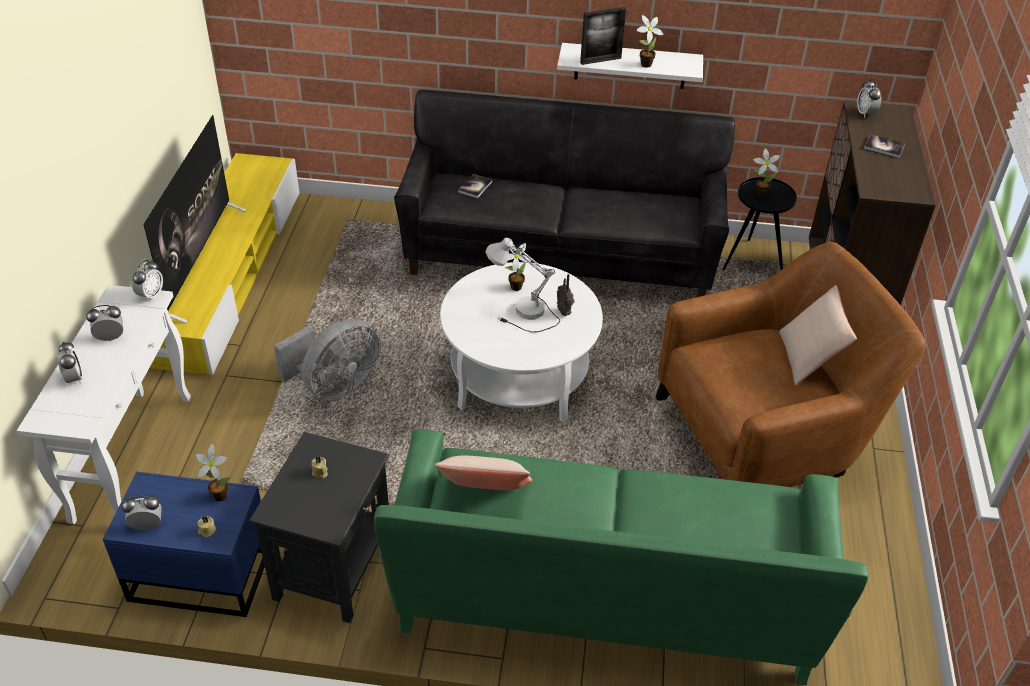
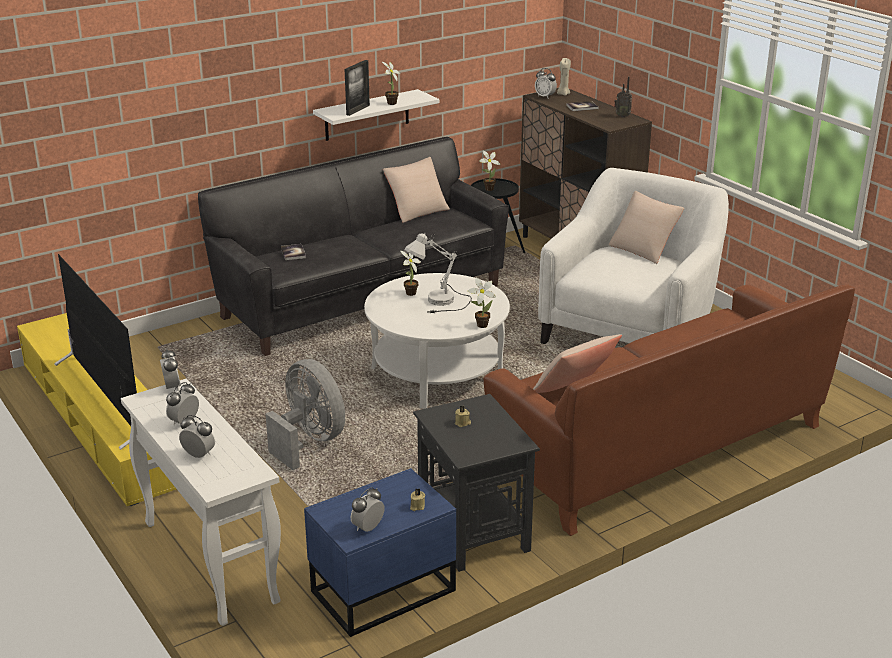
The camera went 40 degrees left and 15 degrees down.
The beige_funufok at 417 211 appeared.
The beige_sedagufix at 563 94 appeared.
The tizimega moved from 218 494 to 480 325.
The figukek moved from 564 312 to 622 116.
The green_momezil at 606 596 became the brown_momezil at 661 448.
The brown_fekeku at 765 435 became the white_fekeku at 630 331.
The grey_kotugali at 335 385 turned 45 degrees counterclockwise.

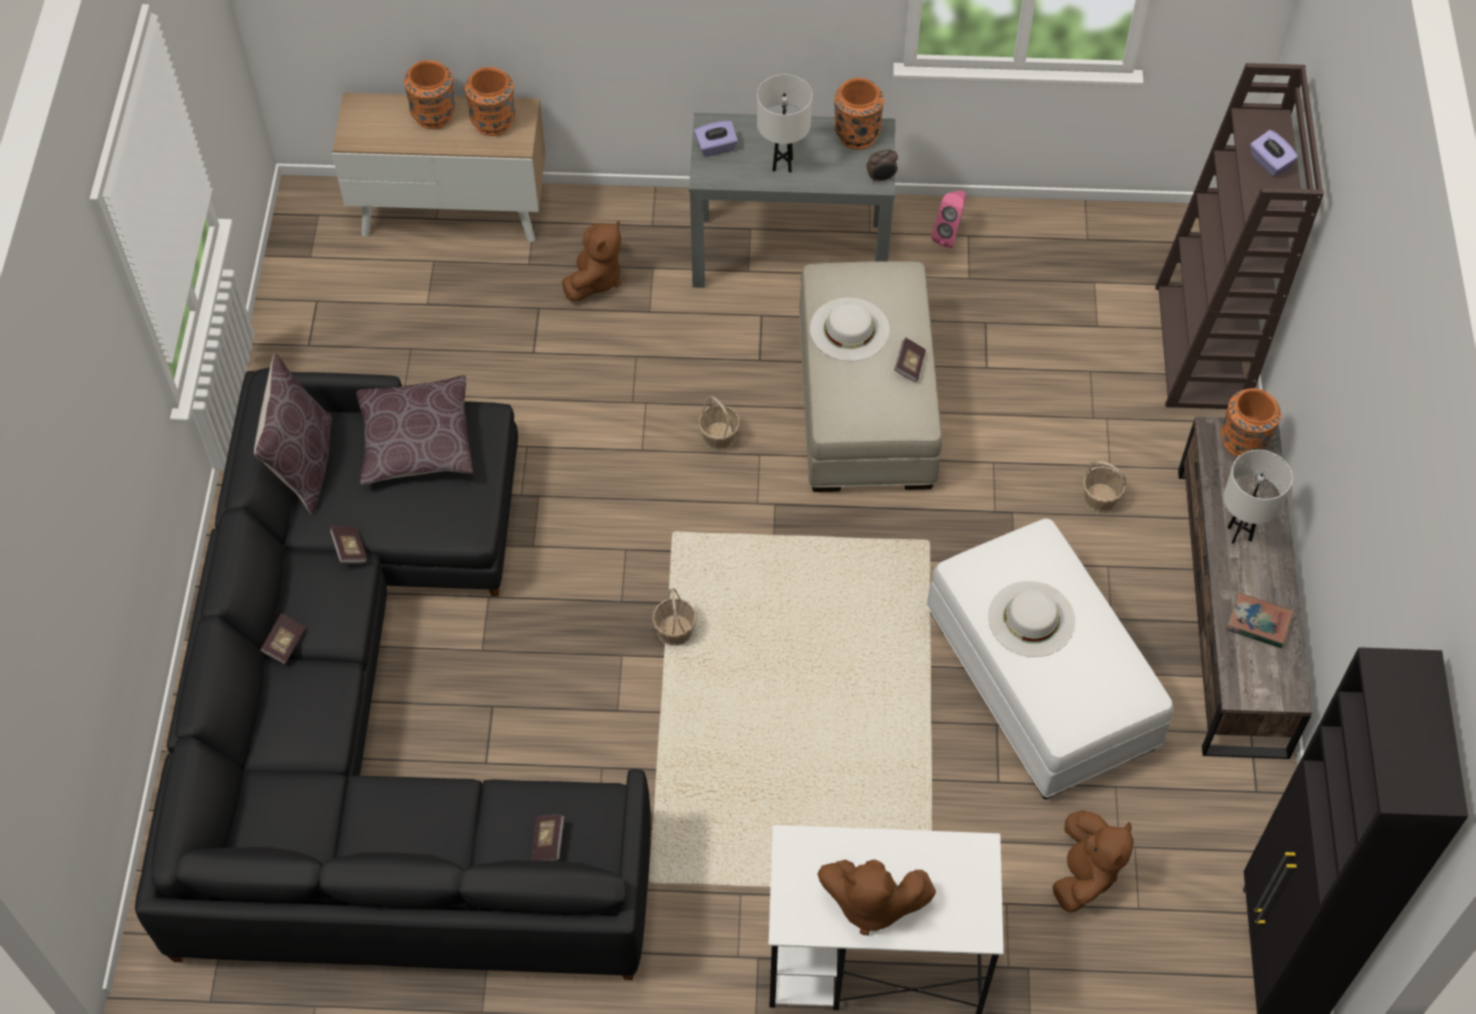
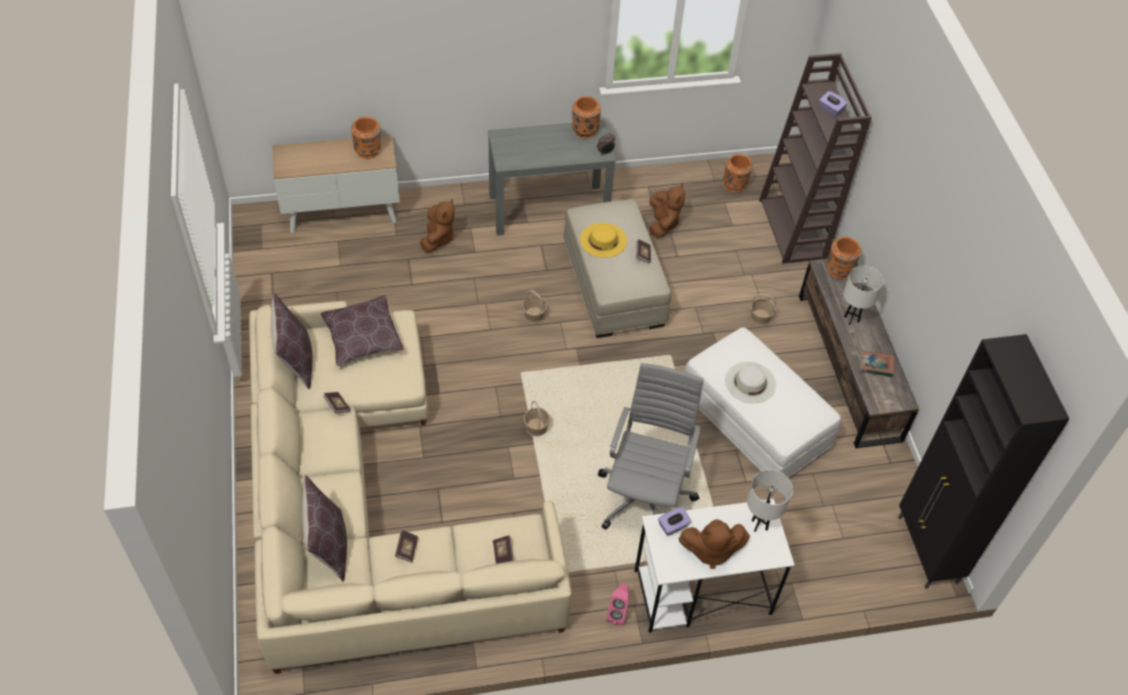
The camera went 15 degrees left and 5 degrees down.
The brown_funufok at 328 546 appeared.
The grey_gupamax at 645 496 appeared.
The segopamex moved from 284 644 to 407 549.
The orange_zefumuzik moved from 434 115 to 735 185.
The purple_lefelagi moved from 716 147 to 673 526.
The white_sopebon moved from 782 165 to 759 525.
The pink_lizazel moved from 949 235 to 618 613.
The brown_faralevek moved from 1084 873 to 663 223.
The black_momezil at 375 718 became the beige_momezil at 367 507.
The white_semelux at 849 329 became the yellow_semelux at 603 240.

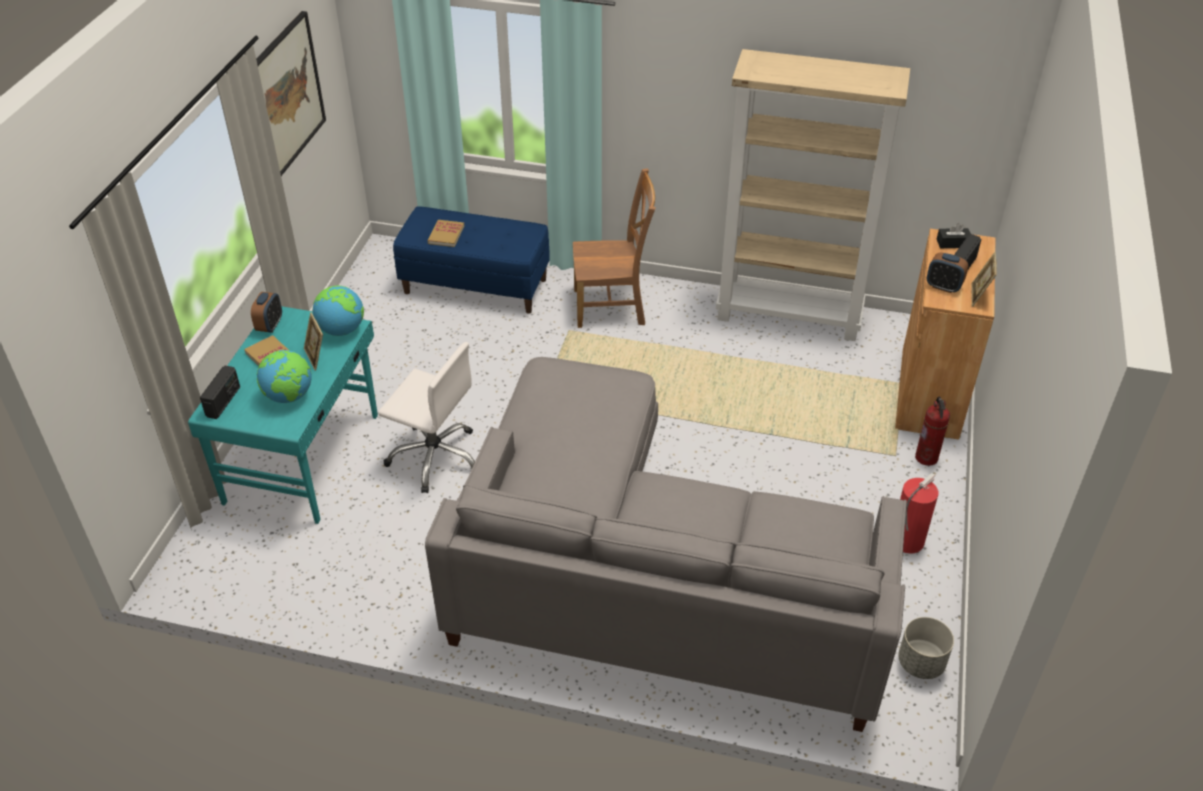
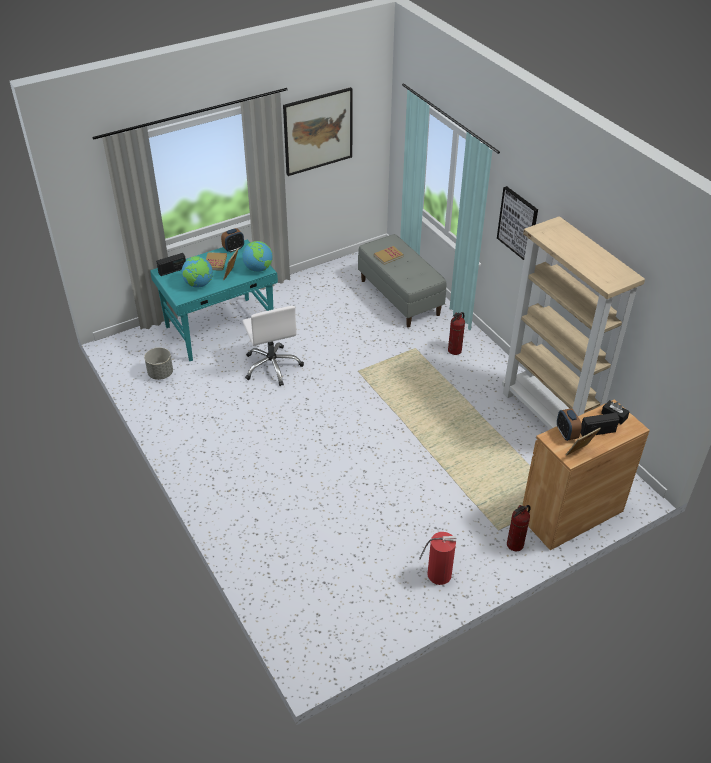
The camera went 45 degrees right and 0 degrees up.
The grey_momezil at 648 578 disappeared.
The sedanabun at 518 223 appeared.
The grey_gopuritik moved from 920 663 to 160 373.
The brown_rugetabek at 613 307 was replaced by the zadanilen at 455 350.
The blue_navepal at 476 286 became the grey_navepal at 400 297.

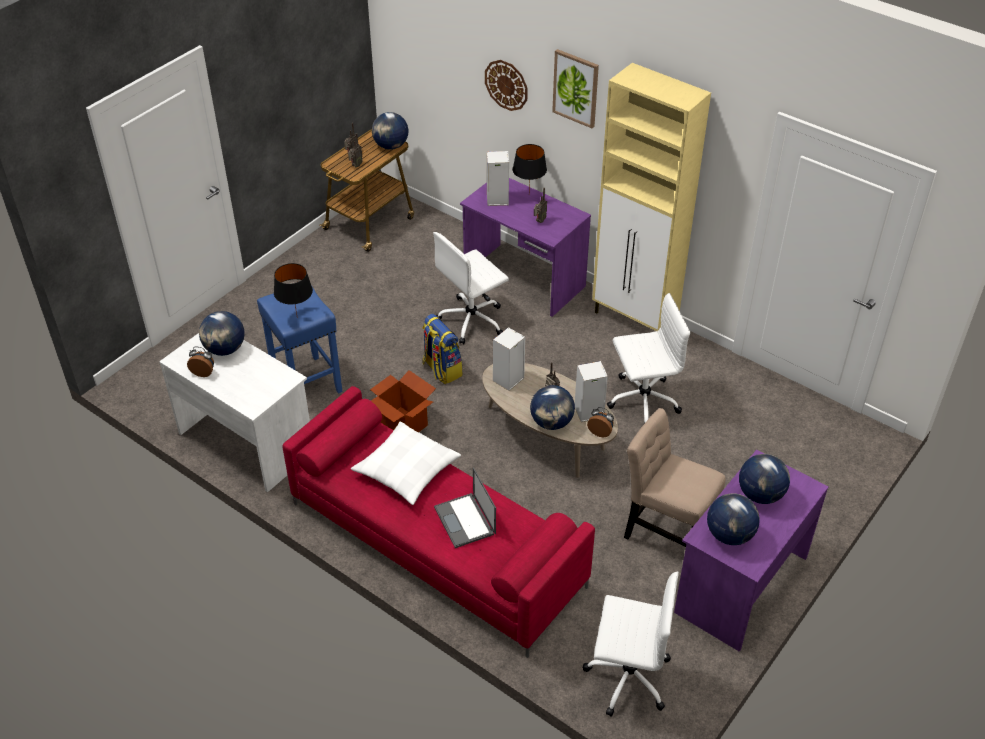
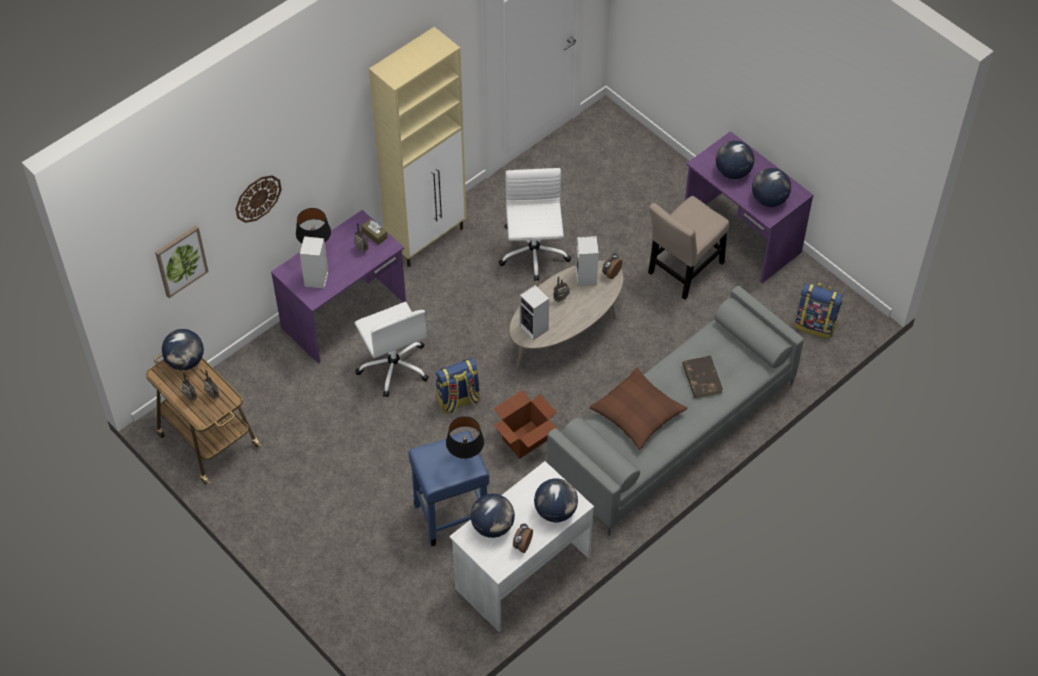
The camera went 80 degrees left and 10 degrees up.
The brown_lefelagi at 374 235 appeared.
The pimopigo moved from 551 423 to 556 511.
The sedanabun moved from 576 88 to 181 260.
The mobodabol at 465 521 was replaced by the brown_segopamex at 701 378.
The white_gupamax at 626 676 was replaced by the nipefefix at 815 324.
The red_momezil at 435 545 became the grey_momezil at 672 431.
The white_funufok at 406 470 became the brown_funufok at 637 413.

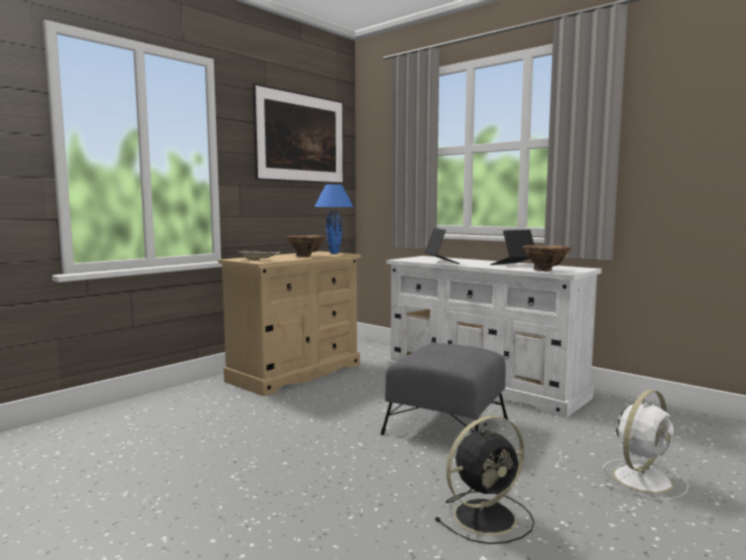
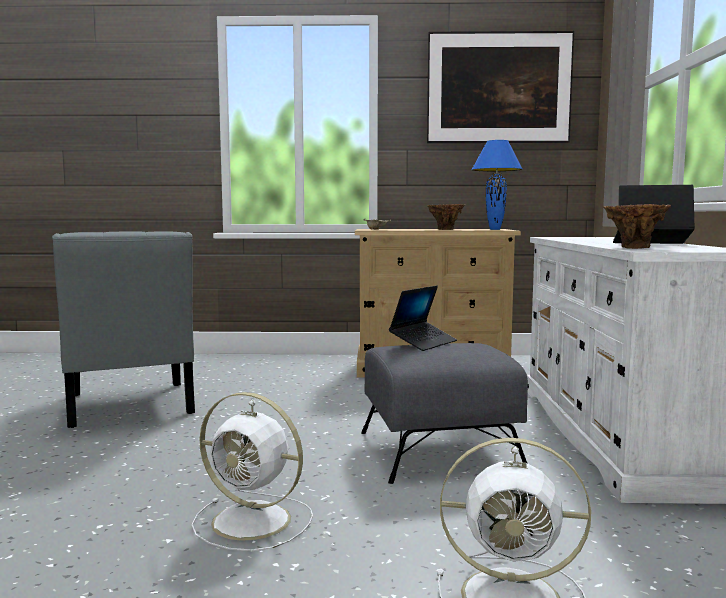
The camera went 50 degrees right and 0 degrees up.
The grey_rugetabek at 130 407 appeared.
The mobodabol moved from 441 262 to 423 343.
The black_kotugali at 487 516 became the white_kotugali at 254 522.

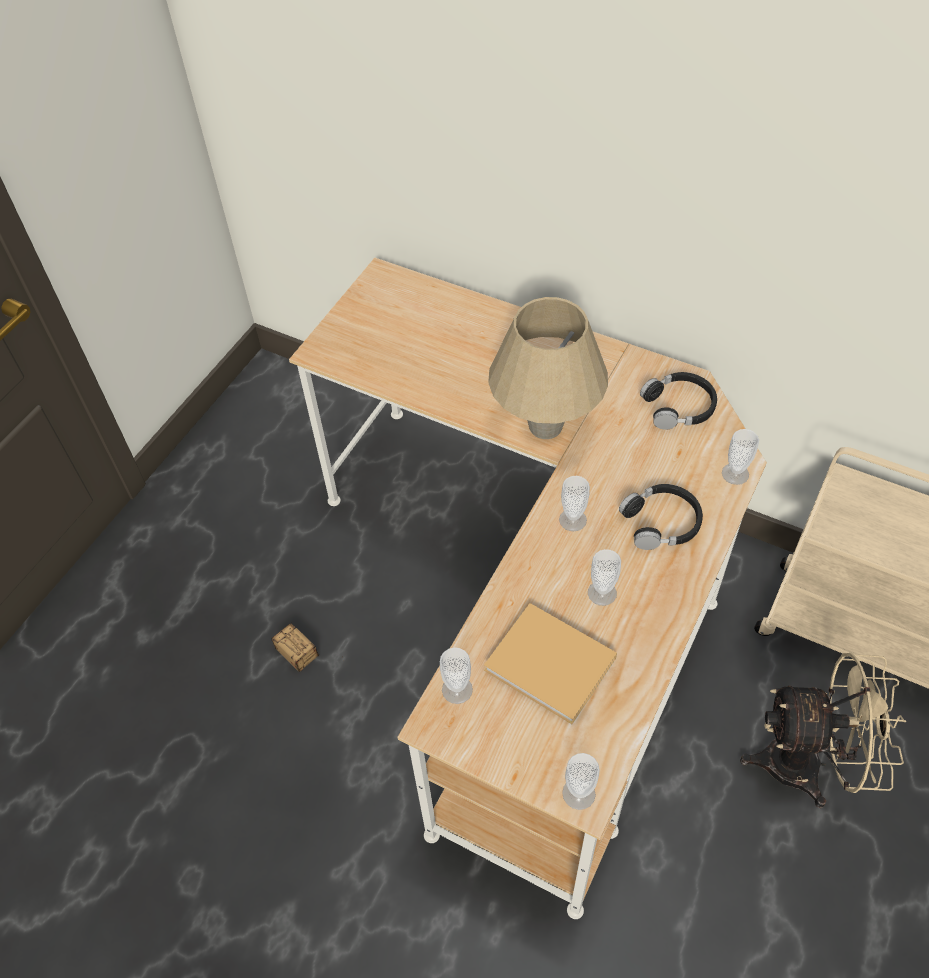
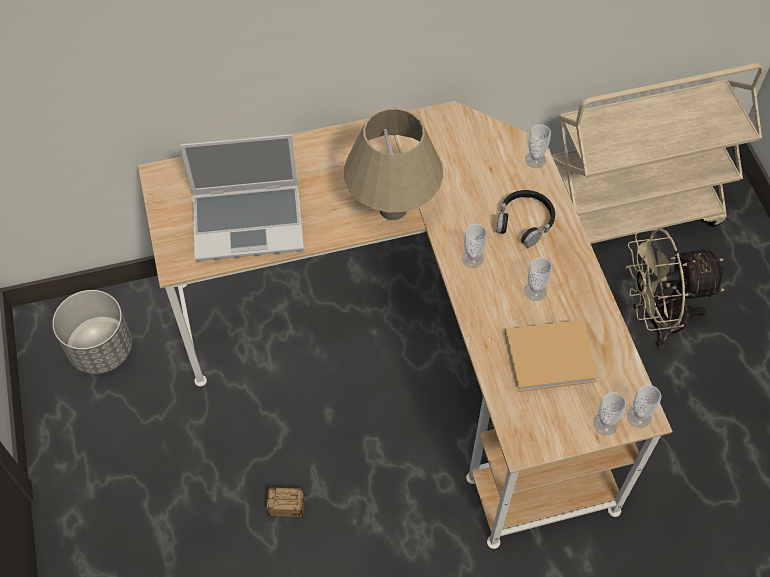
The camera went 45 degrees left and 5 degrees up.
The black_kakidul at 679 407 disappeared.
The grey_gopuritik at 101 349 appeared.
The mobodabol at 249 222 appeared.
The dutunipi moved from 457 689 to 605 424.
The beige_kotugali at 807 764 turned 150 degrees counterclockwise.

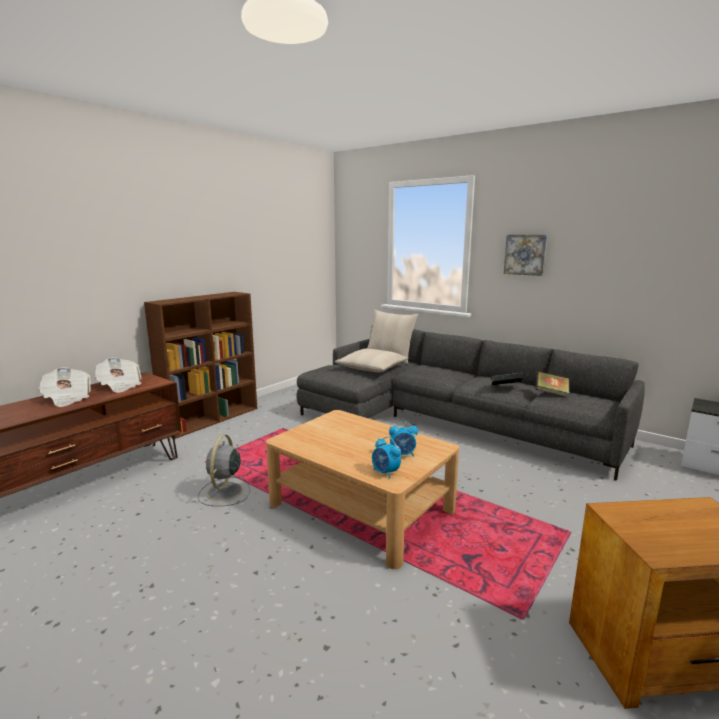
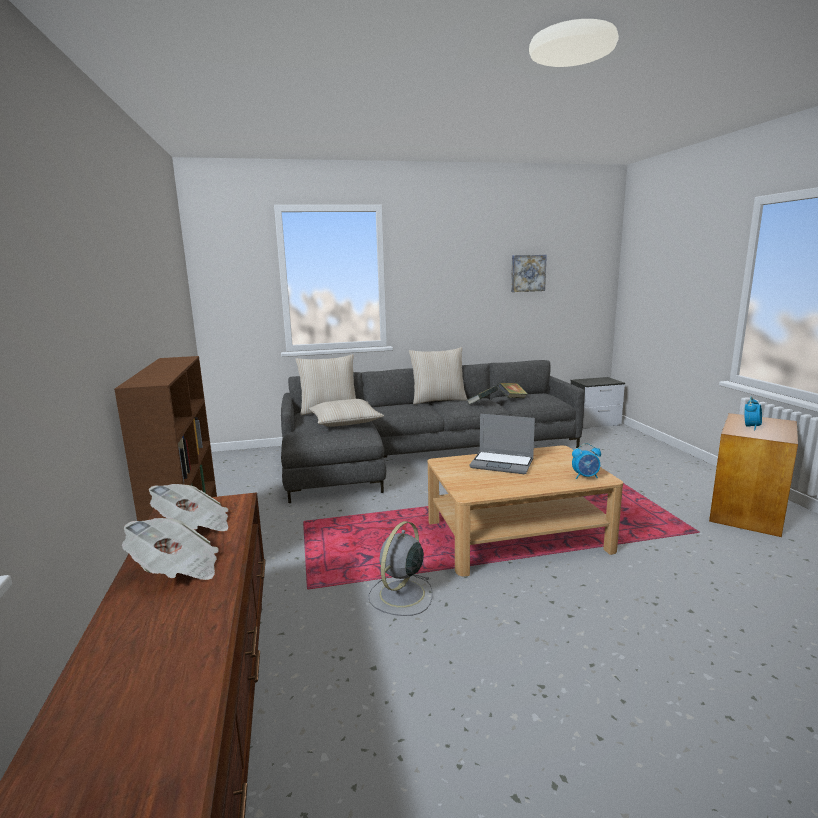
The camera went 50 degrees left and 0 degrees up.
The beige_funufok at 438 400 appeared.
The mobodabol at 503 463 appeared.
The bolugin moved from 403 454 to 751 427.
The sedanabun moved from 525 254 to 527 273.
The grey_kotugali at 224 492 turned 75 degrees clockwise.

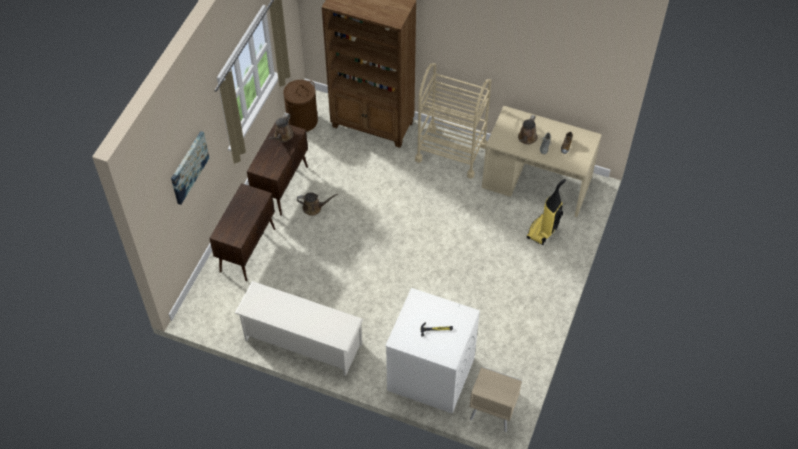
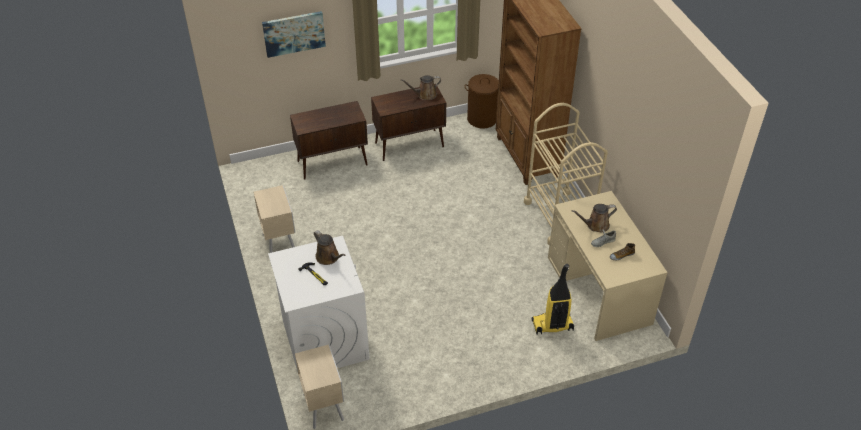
The camera went 50 degrees right and 10 degrees down.
The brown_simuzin moved from 314 208 to 329 257.
The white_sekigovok at 302 342 was replaced by the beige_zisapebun at 280 243.

